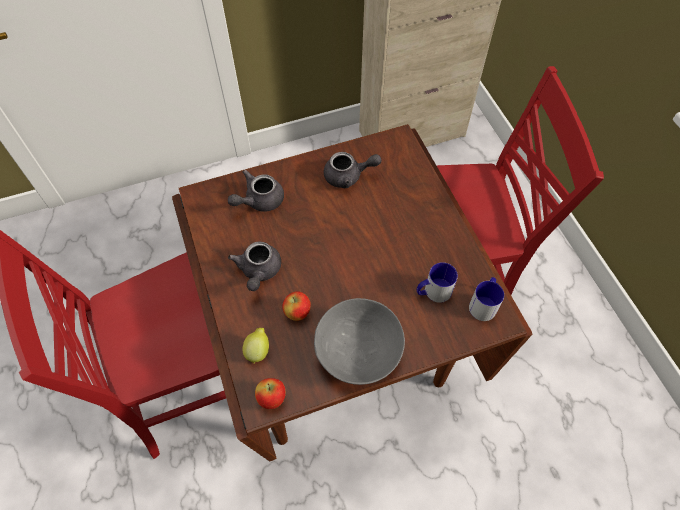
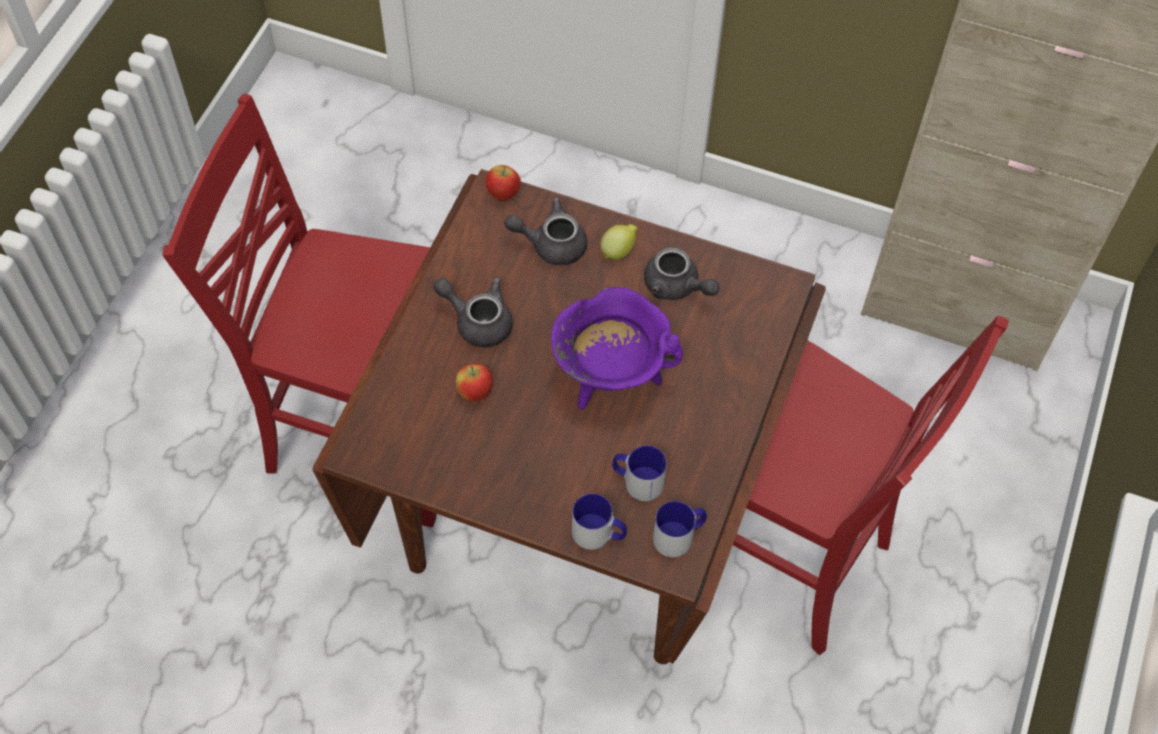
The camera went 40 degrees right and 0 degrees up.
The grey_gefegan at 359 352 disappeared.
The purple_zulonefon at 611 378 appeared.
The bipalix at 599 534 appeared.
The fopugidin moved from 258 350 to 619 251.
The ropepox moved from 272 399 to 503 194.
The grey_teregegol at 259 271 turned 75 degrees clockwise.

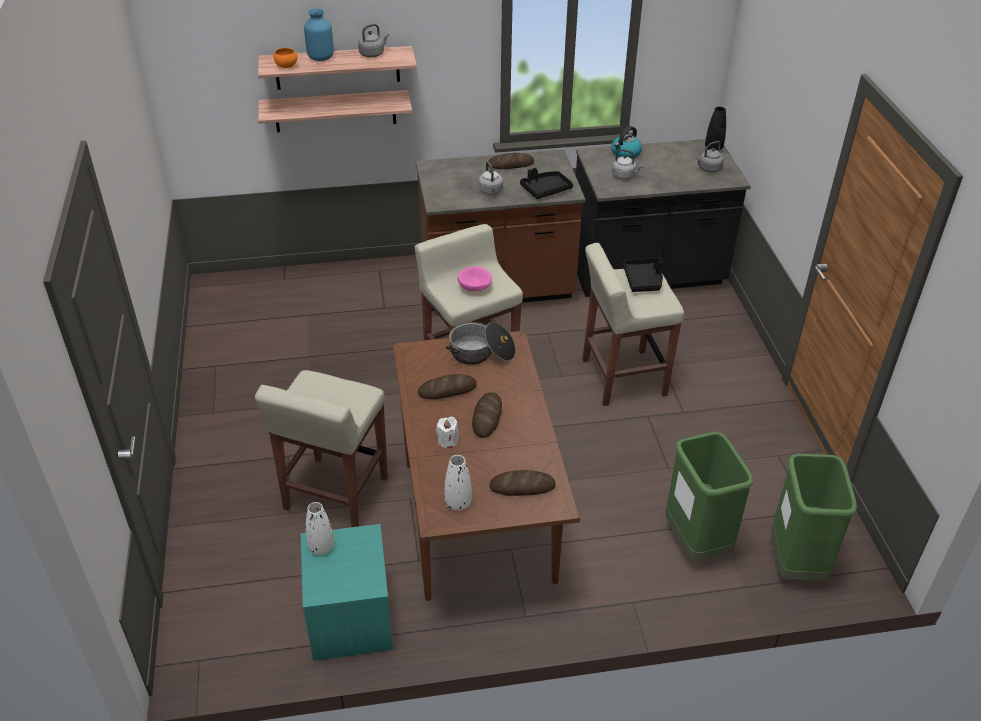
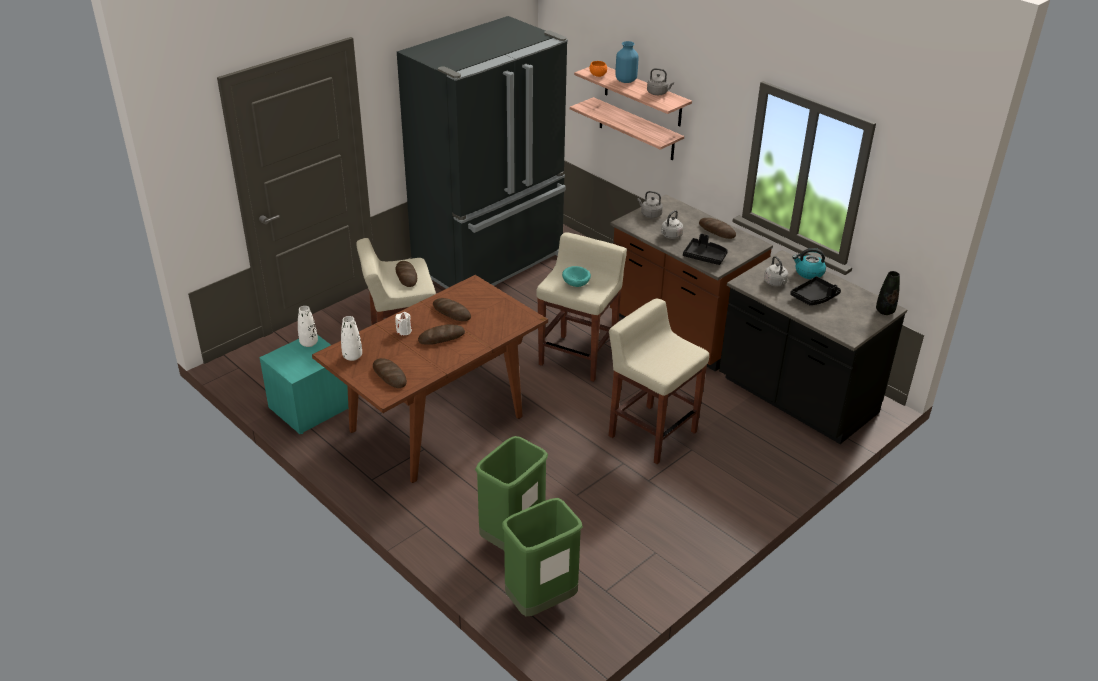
The camera went 55 degrees right and 5 degrees down.
The zulonefon at 481 353 disappeared.
The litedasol at 406 276 appeared.
The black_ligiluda at 491 263 appeared.
The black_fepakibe moved from 643 280 to 814 297.
The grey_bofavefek moved from 708 169 to 650 214.
The pink_gefegan at 475 288 became the turquoise_gefegan at 576 284.

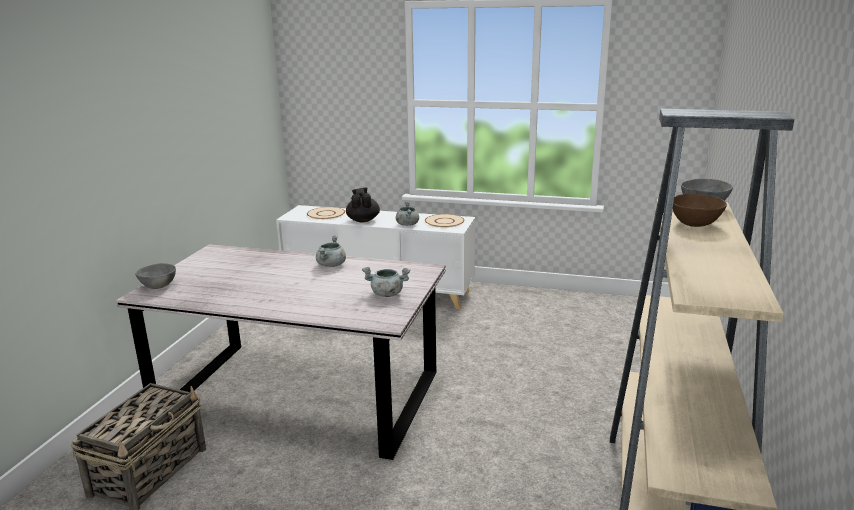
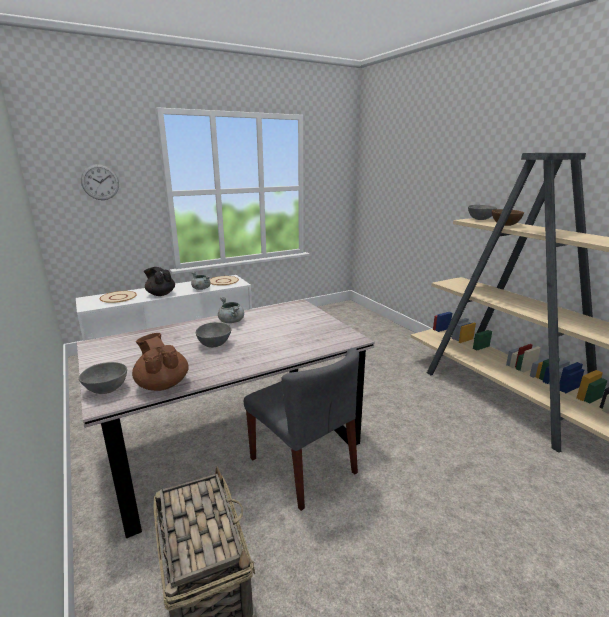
The camera went 45 degrees left and 0 degrees up.
The grey_zulonefon at 386 294 disappeared.
The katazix at 100 182 appeared.
The brown_teregegol at 162 384 appeared.
The grey_gefegan at 215 344 appeared.
The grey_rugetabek at 303 466 appeared.

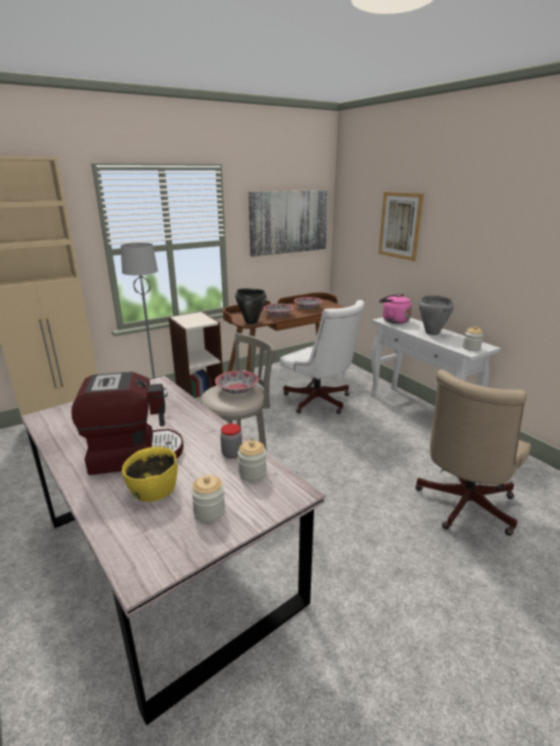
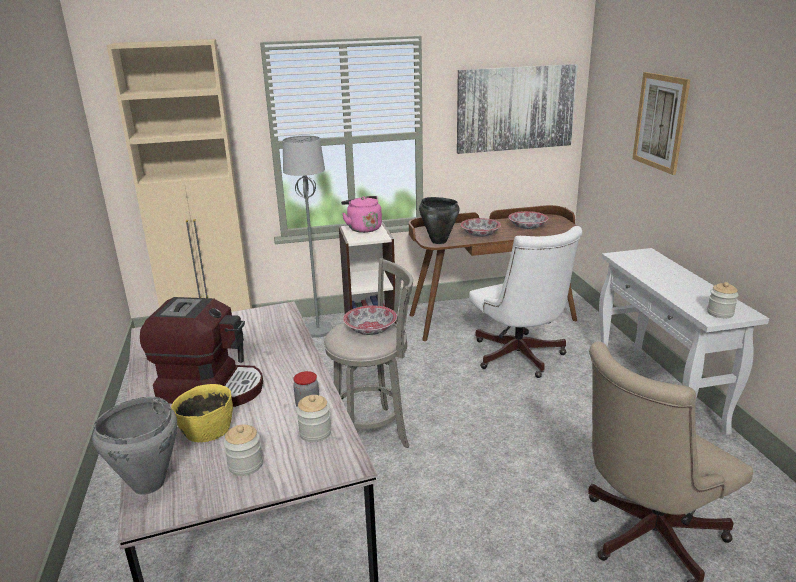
The camera went 20 degrees right and 0 degrees up.
The pink_bofavefek moved from 393 320 to 363 228.
The grey_zulonefon moved from 432 333 to 147 484.

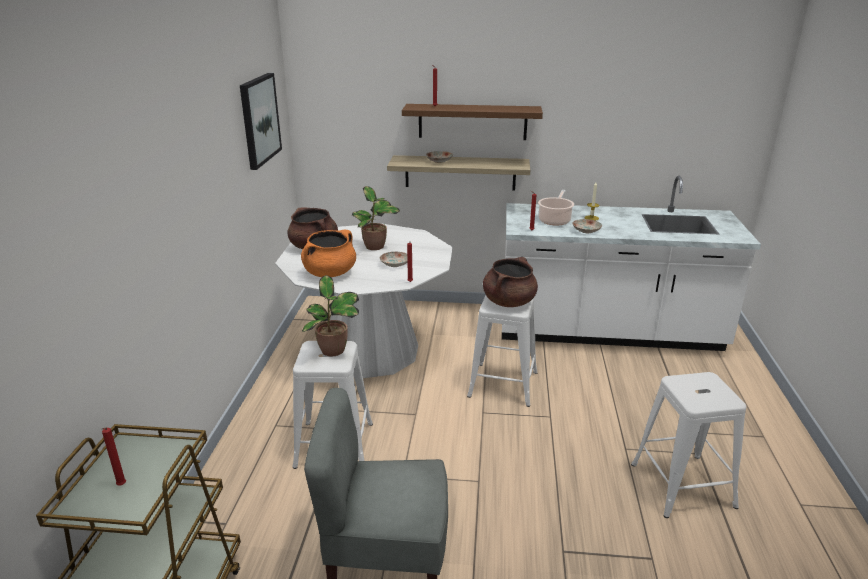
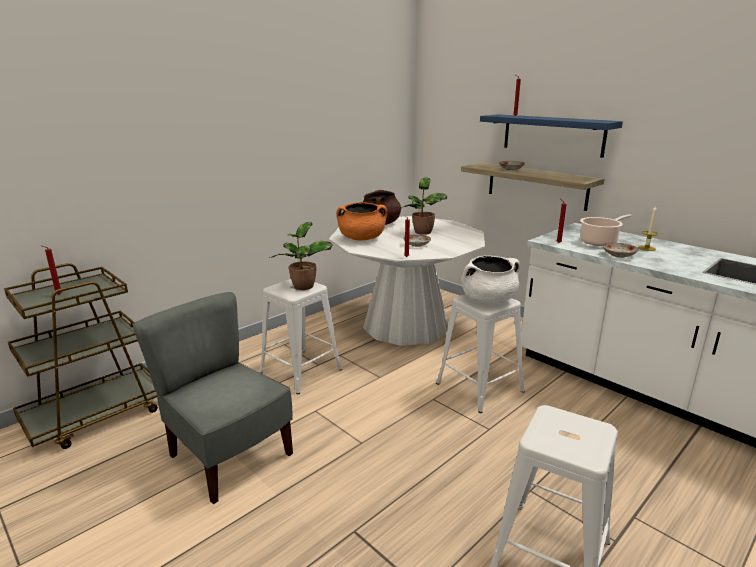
The camera went 40 degrees right and 5 degrees down.
The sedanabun at 259 119 disappeared.
The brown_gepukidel at 472 122 became the blue_gepukidel at 552 135.
The brown_zulonefon at 509 302 became the white_zulonefon at 488 300.

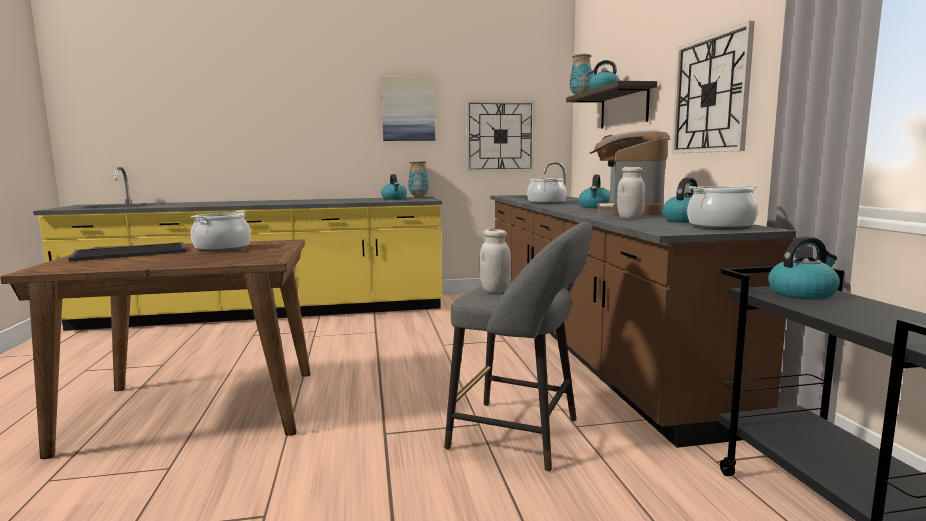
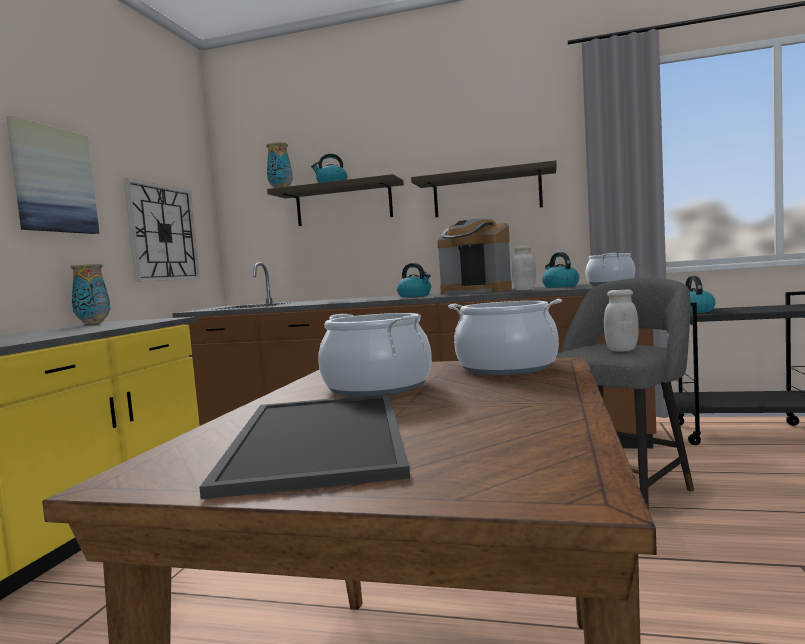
The camera went 65 degrees left and 5 degrees down.
The bofavefek at 394 198 disappeared.
The zulonefon moved from 546 203 to 507 368.
The katazix at 710 95 was replaced by the gepukidel at 486 193.

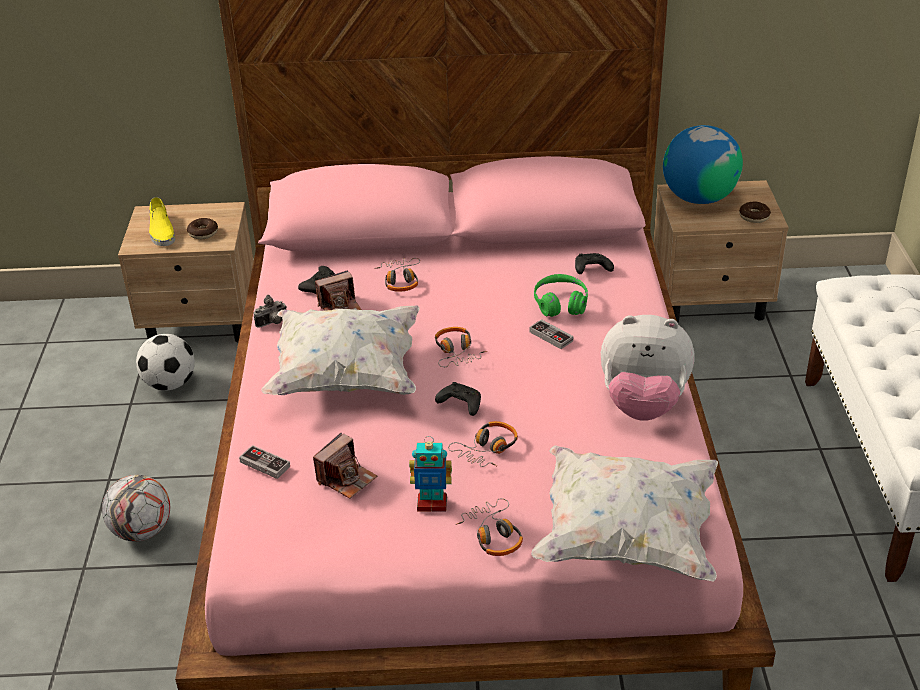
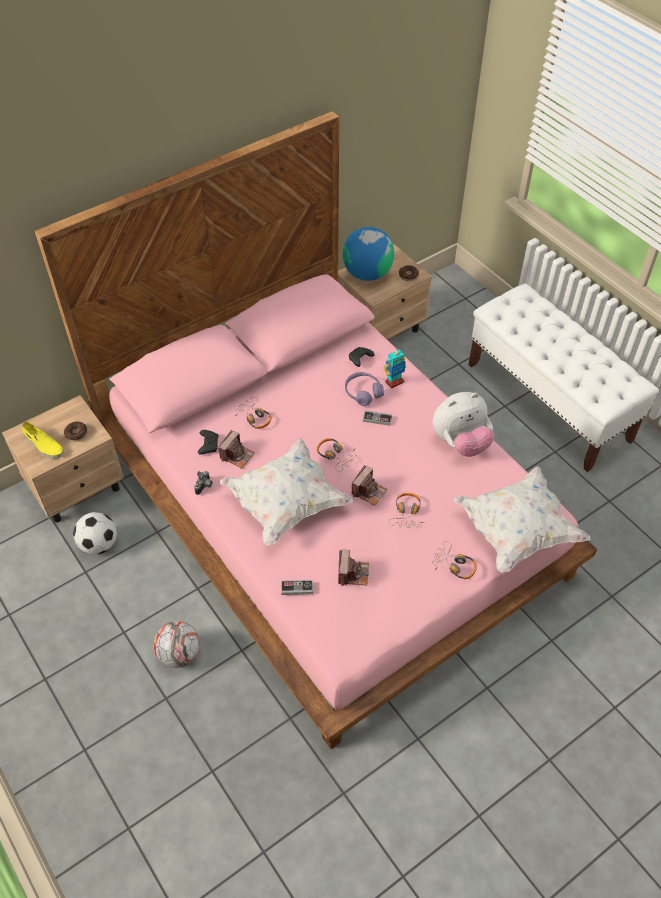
The camera went 35 degrees left and 15 degrees up.
The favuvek moved from 432 504 to 394 382.
The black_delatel at 460 404 was replaced by the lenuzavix at 368 491.
The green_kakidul at 560 304 became the purple_kakidul at 363 392.

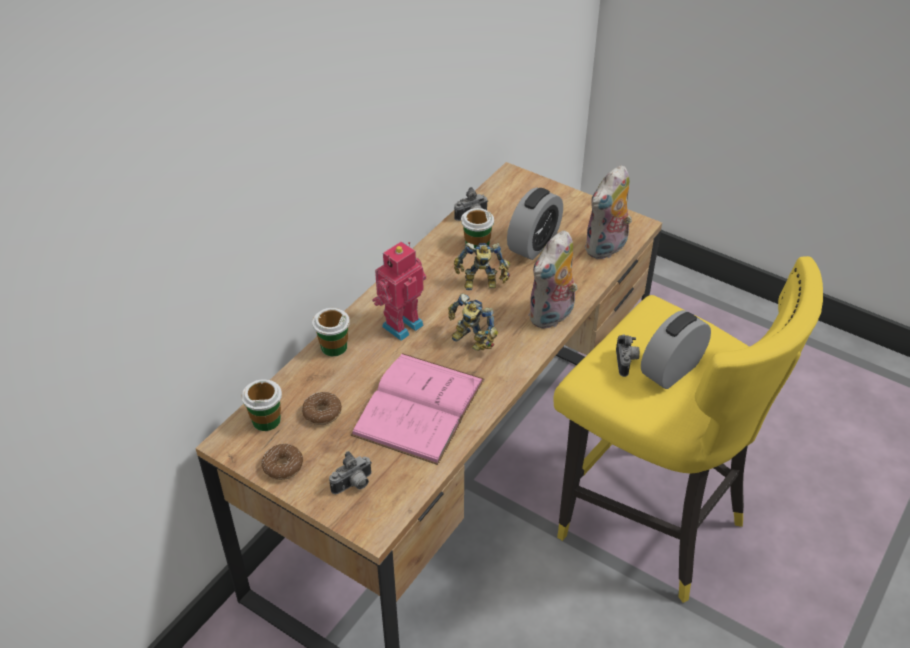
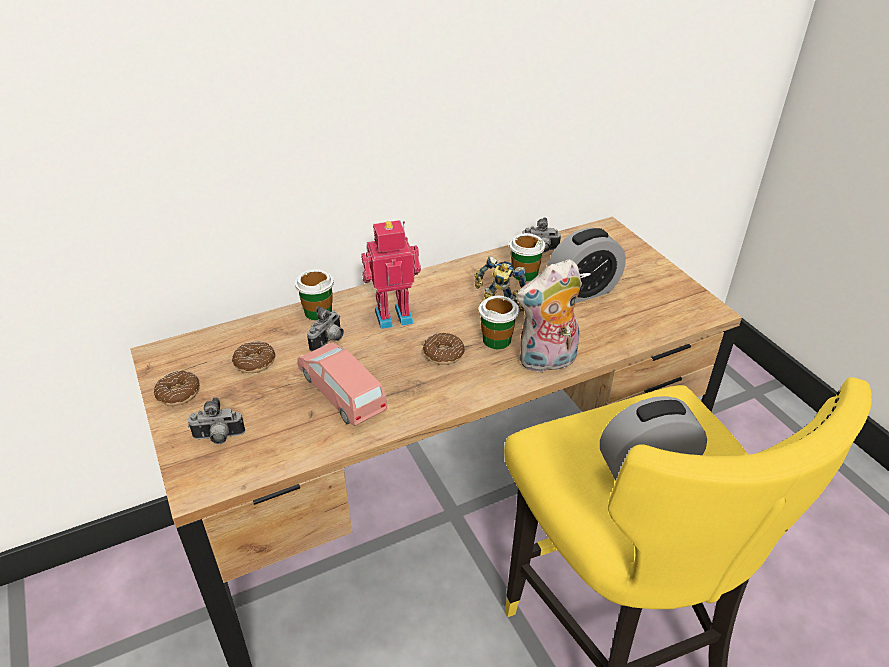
The camera went 30 degrees right and 5 degrees down.
The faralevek at 606 248 disappeared.
The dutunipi moved from 266 420 to 497 340.
The lenuzavix moved from 626 362 to 329 341.
The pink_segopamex at 419 407 was replaced by the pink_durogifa at 343 393.
The favuvek at 470 342 was replaced by the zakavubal at 443 354.

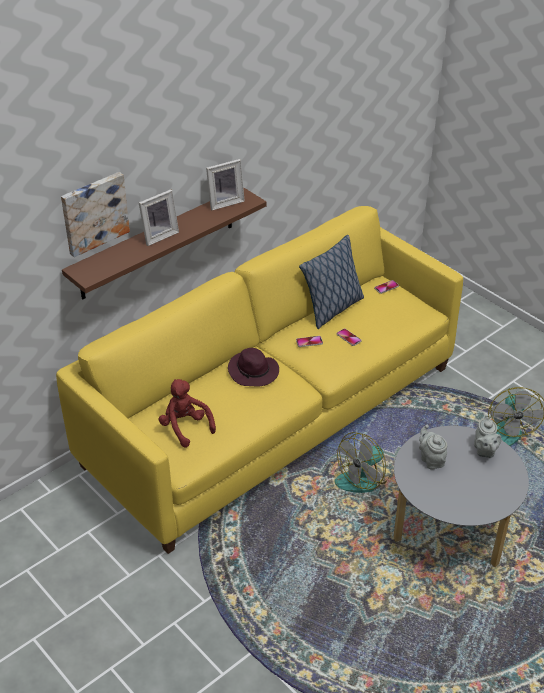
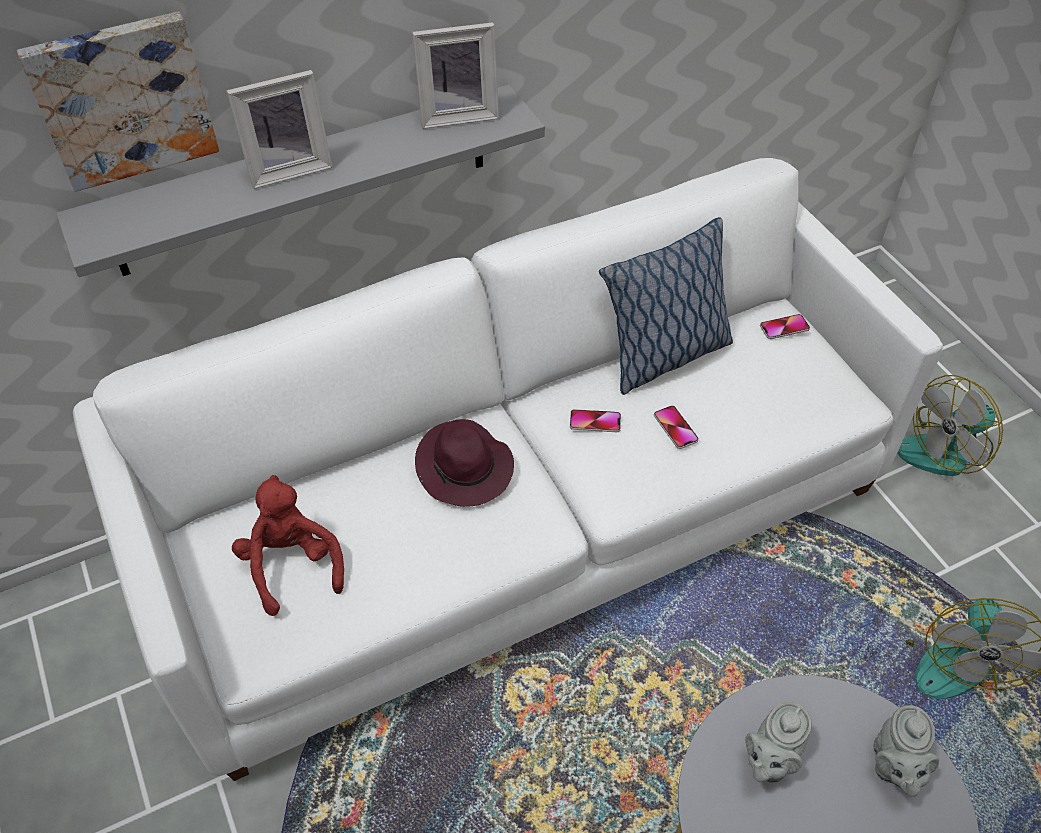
The camera went 15 degrees right and 10 degrees up.
The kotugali moved from 364 478 to 945 449.
The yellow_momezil at 272 415 became the white_momezil at 521 521.
The brown_gepukidel at 158 243 became the grey_gepukidel at 304 181.
The grey_teregegol at 431 459 turned 135 degrees counterclockwise.

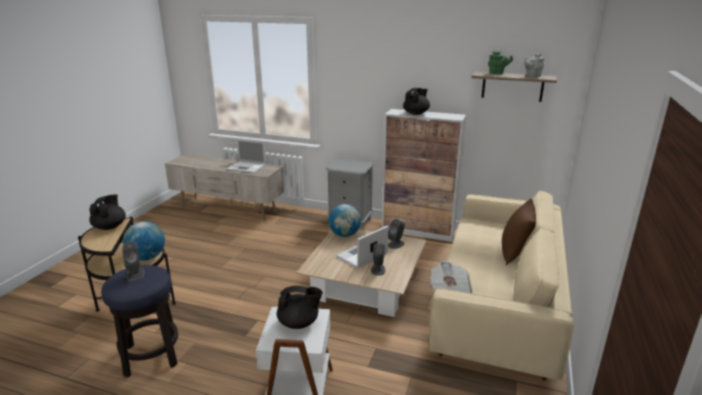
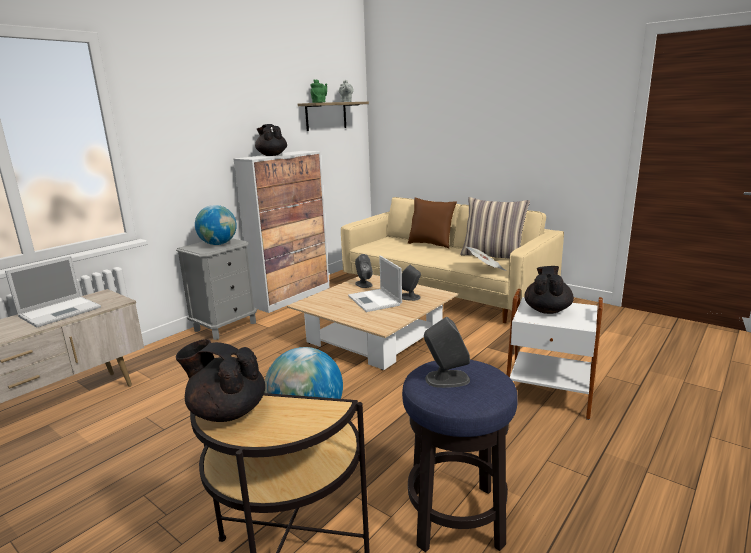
The camera went 70 degrees left and 5 degrees down.
The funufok at 493 256 appeared.
The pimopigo moved from 344 235 to 218 244.

